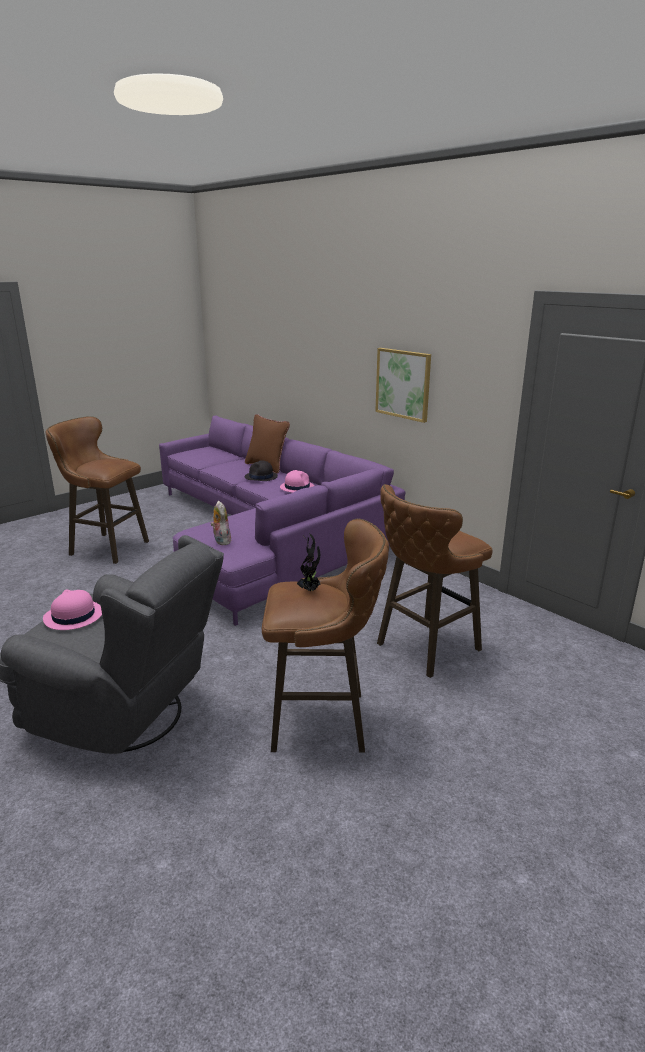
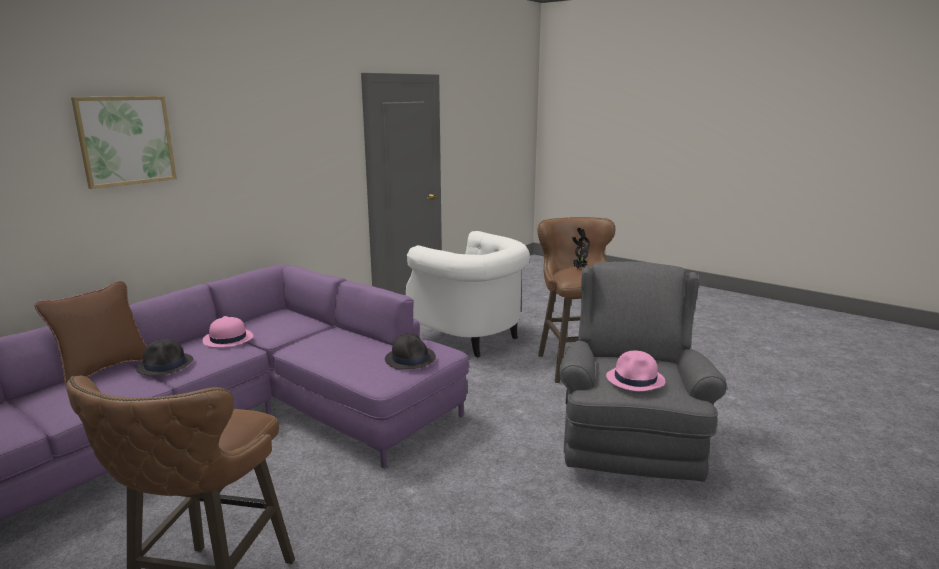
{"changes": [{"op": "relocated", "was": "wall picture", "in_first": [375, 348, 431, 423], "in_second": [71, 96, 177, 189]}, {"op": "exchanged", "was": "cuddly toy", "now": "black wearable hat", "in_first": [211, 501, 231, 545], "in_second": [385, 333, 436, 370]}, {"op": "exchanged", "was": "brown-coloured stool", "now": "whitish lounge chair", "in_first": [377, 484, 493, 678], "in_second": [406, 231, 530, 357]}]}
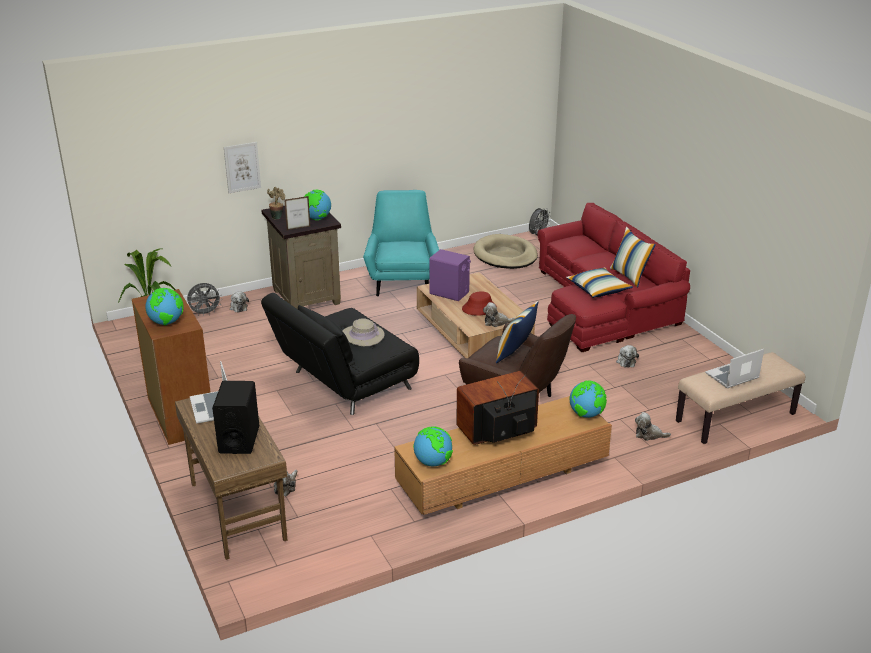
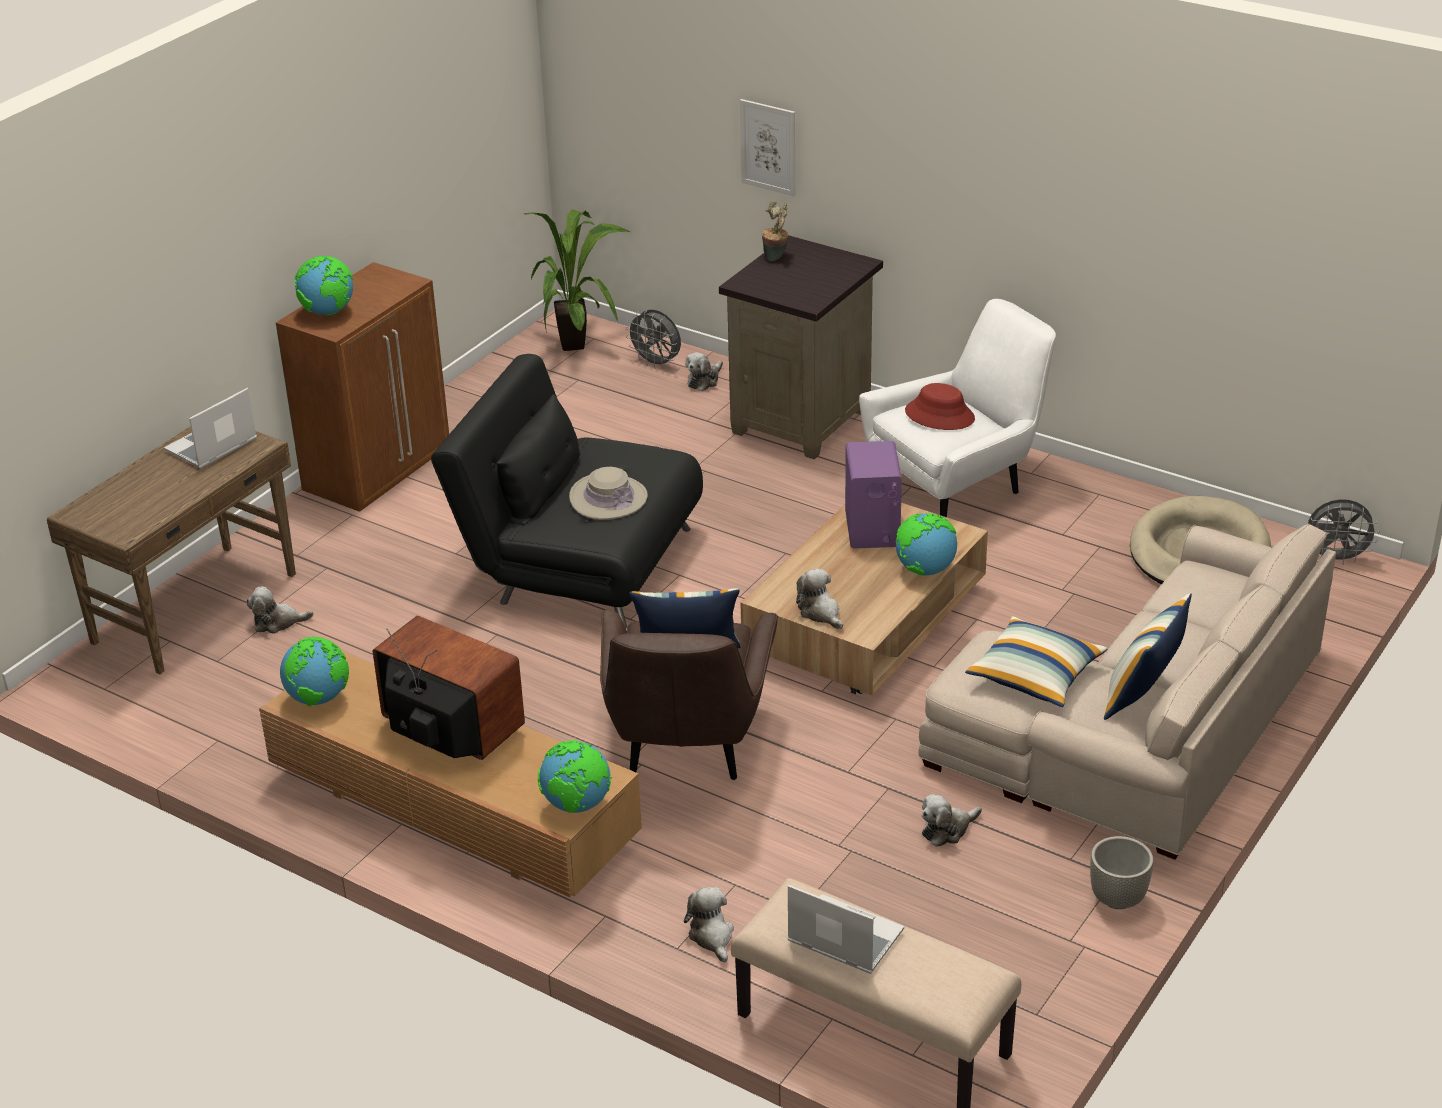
{"changes": [{"op": "colour", "was": "turquoise-coloured lounge chair", "now": "whitish lounge chair", "in_first": [363, 190, 439, 297], "in_second": [859, 299, 1056, 517]}, {"op": "relocated", "was": "globe", "in_first": [304, 190, 331, 220], "in_second": [896, 513, 957, 576]}, {"op": "relocated", "was": "reddish wearable hat", "in_first": [462, 291, 497, 316], "in_second": [905, 383, 975, 430]}, {"op": "colour", "was": "reddish settee", "now": "beige settee", "in_first": [538, 203, 690, 352], "in_second": [918, 524, 1336, 860]}, {"op": "appeared", "now": "gray plant pot", "in_second": [1090, 836, 1154, 909]}, {"op": "missing", "was": "black audio speaker", "in_first": [212, 381, 259, 454]}, {"op": "missing", "was": "picture frame", "in_first": [284, 196, 311, 230]}]}
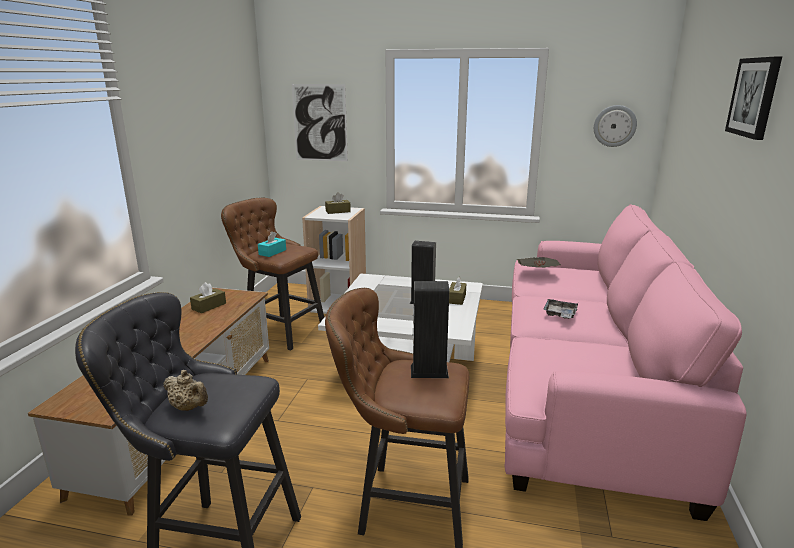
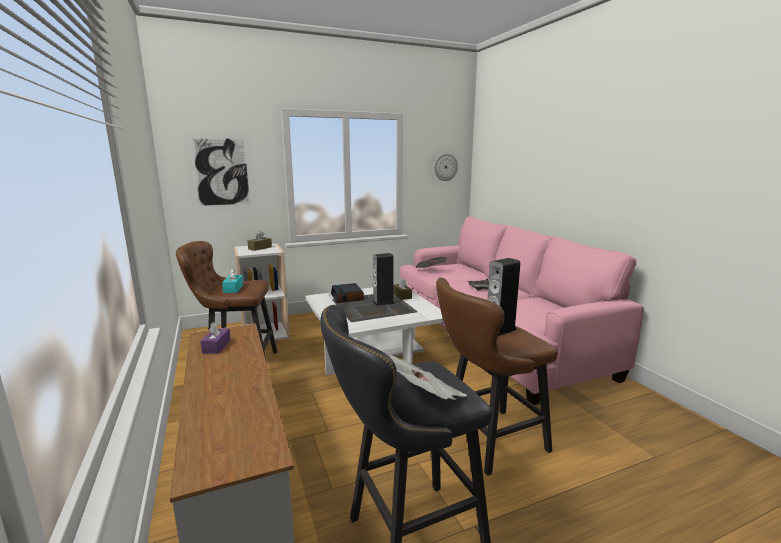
{"changes": [{"op": "colour", "was": "brown-coloured box of tissues", "now": "purple-coloured box of tissues", "in_first": [190, 282, 226, 313], "in_second": [200, 322, 231, 354]}, {"op": "appeared", "now": "alarm clock", "in_second": [331, 283, 364, 303]}, {"op": "exchanged", "was": "beige teapot", "now": "daily paper", "in_first": [163, 370, 208, 411], "in_second": [388, 355, 467, 400]}, {"op": "missing", "was": "wall picture", "in_first": [725, 57, 782, 140]}]}
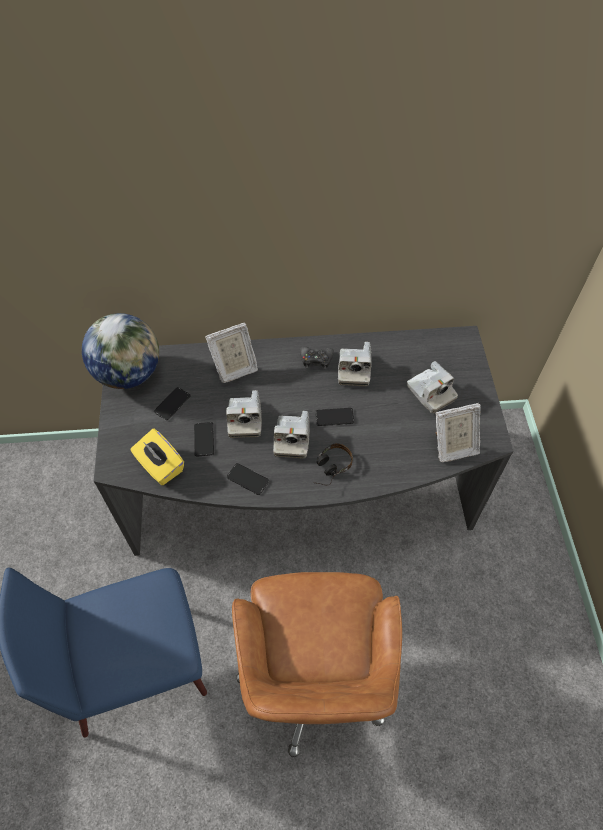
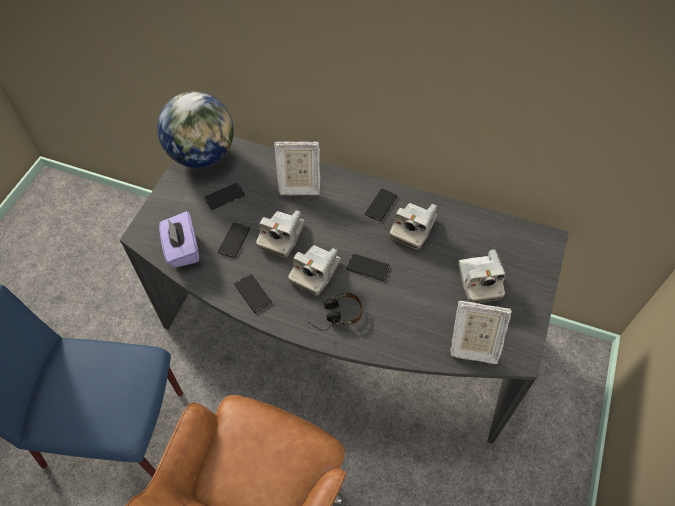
{"changes": [{"op": "colour", "was": "yellow-coloured box of tissues", "now": "purple-coloured box of tissues", "in_first": [131, 429, 184, 485], "in_second": [159, 211, 199, 268]}, {"op": "exchanged", "was": "black joypad", "now": "phone", "in_first": [300, 346, 334, 369], "in_second": [365, 189, 397, 221]}]}
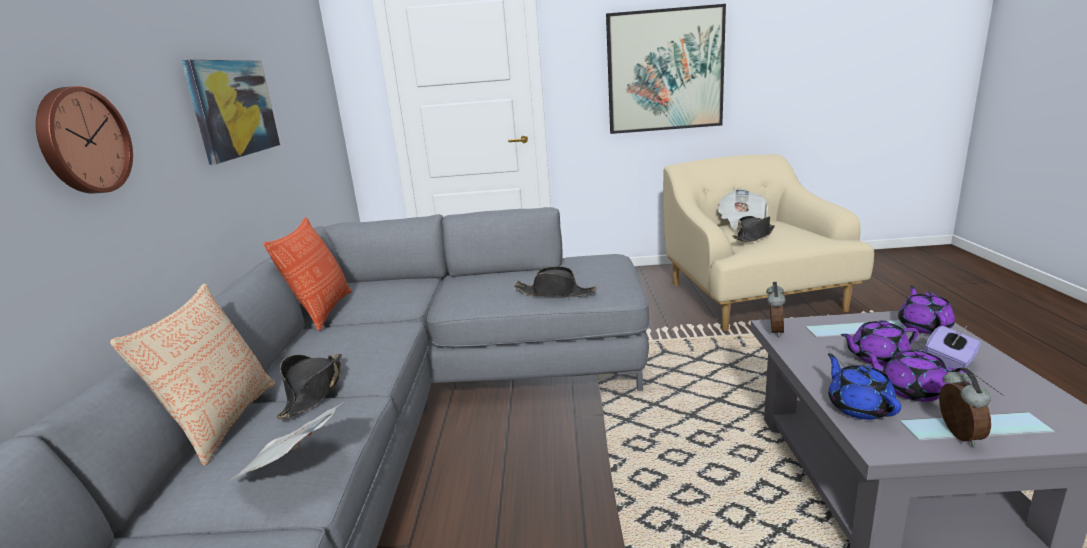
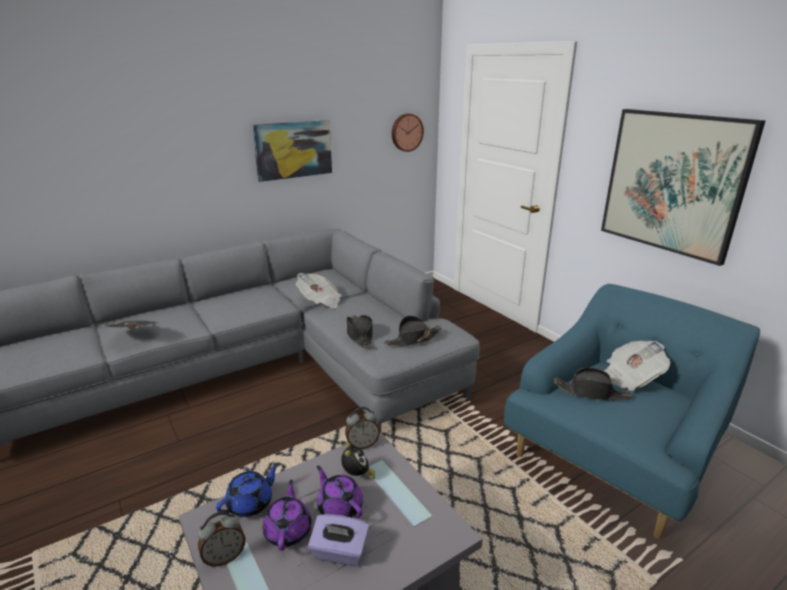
{"changes": [{"op": "appeared", "now": "daily paper", "in_second": [295, 273, 342, 308]}, {"op": "appeared", "now": "alarm clock", "in_second": [341, 443, 375, 479]}, {"op": "relocated", "was": "black wearable hat", "in_first": [276, 353, 342, 419], "in_second": [384, 316, 442, 346]}, {"op": "relocated", "was": "hanging clock", "in_first": [36, 86, 133, 193], "in_second": [392, 113, 424, 152]}, {"op": "colour", "was": "beige lounge chair", "now": "blue lounge chair", "in_first": [663, 154, 874, 331], "in_second": [504, 284, 760, 539]}, {"op": "missing", "was": "beige pillow", "in_first": [110, 284, 275, 466]}, {"op": "missing", "was": "orangey pillow", "in_first": [264, 217, 352, 331]}, {"op": "missing", "was": "purple-coloured teapot", "in_first": [898, 286, 955, 334]}]}
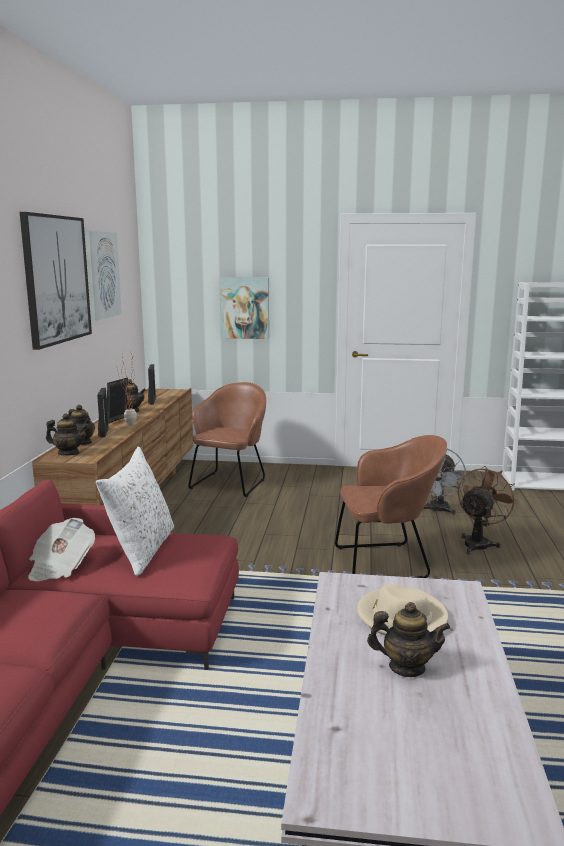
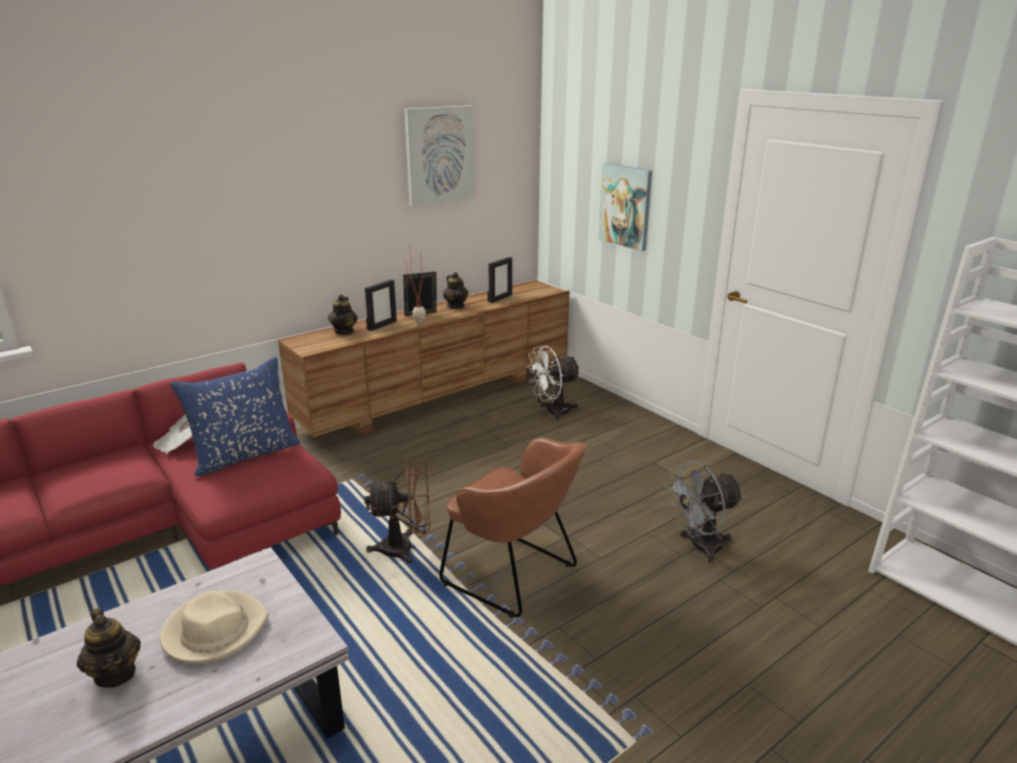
{"changes": [{"op": "colour", "was": "whitish pillow", "now": "blue pillow", "in_first": [96, 446, 174, 576], "in_second": [170, 357, 301, 476]}, {"op": "relocated", "was": "brown-coloured cooling fan", "in_first": [458, 466, 517, 554], "in_second": [364, 459, 430, 564]}, {"op": "exchanged", "was": "brown-coloured lounge chair", "now": "whitish cooling fan", "in_first": [188, 382, 266, 497], "in_second": [526, 346, 581, 421]}, {"op": "missing", "was": "wall picture", "in_first": [20, 212, 92, 350]}, {"op": "missing", "was": "teapot", "in_first": [46, 413, 88, 456]}]}
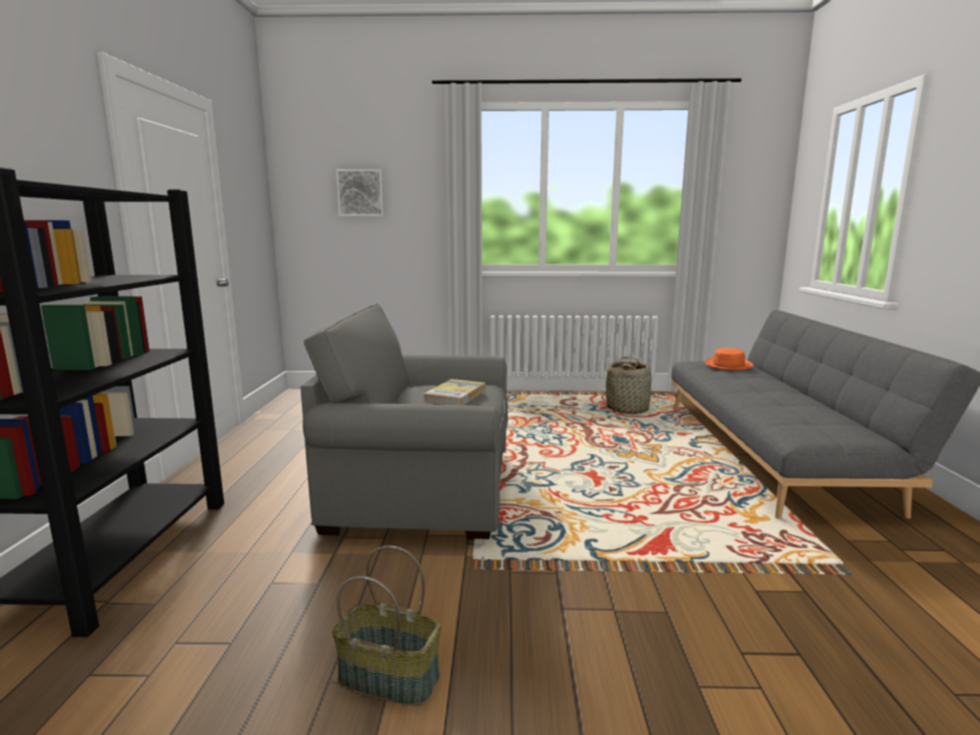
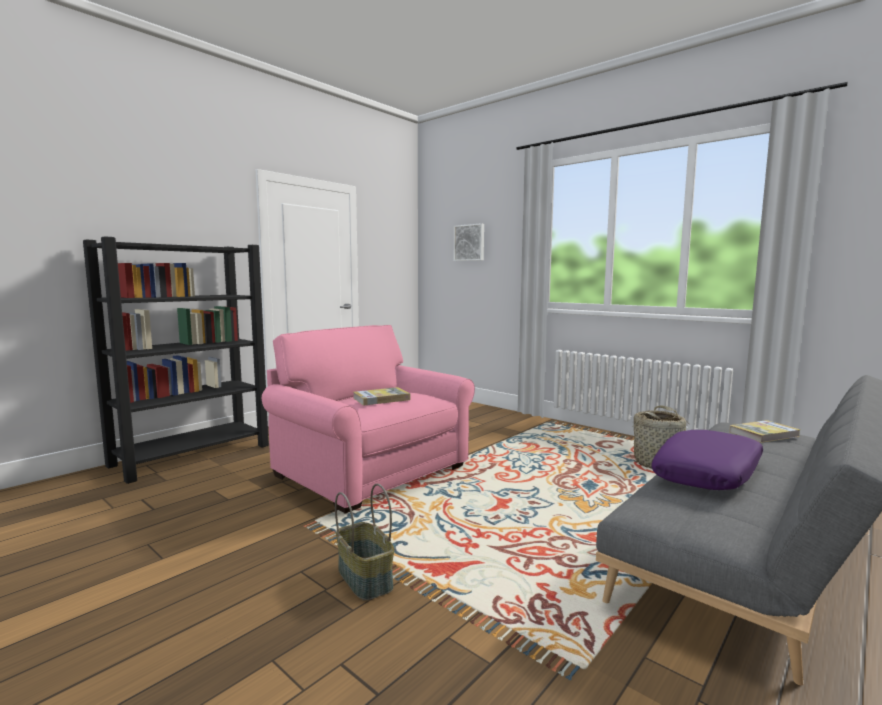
{"changes": [{"op": "colour", "was": "gray lounge chair", "now": "pink-coloured lounge chair", "in_first": [301, 304, 508, 540], "in_second": [262, 325, 475, 514]}, {"op": "relocated", "was": "household basket", "in_first": [332, 546, 441, 706], "in_second": [335, 484, 394, 601]}, {"op": "appeared", "now": "purple-coloured pillow", "in_second": [651, 430, 763, 490]}, {"op": "exchanged", "was": "orangey wearable hat", "now": "bound book", "in_first": [705, 348, 753, 370], "in_second": [729, 420, 800, 443]}]}
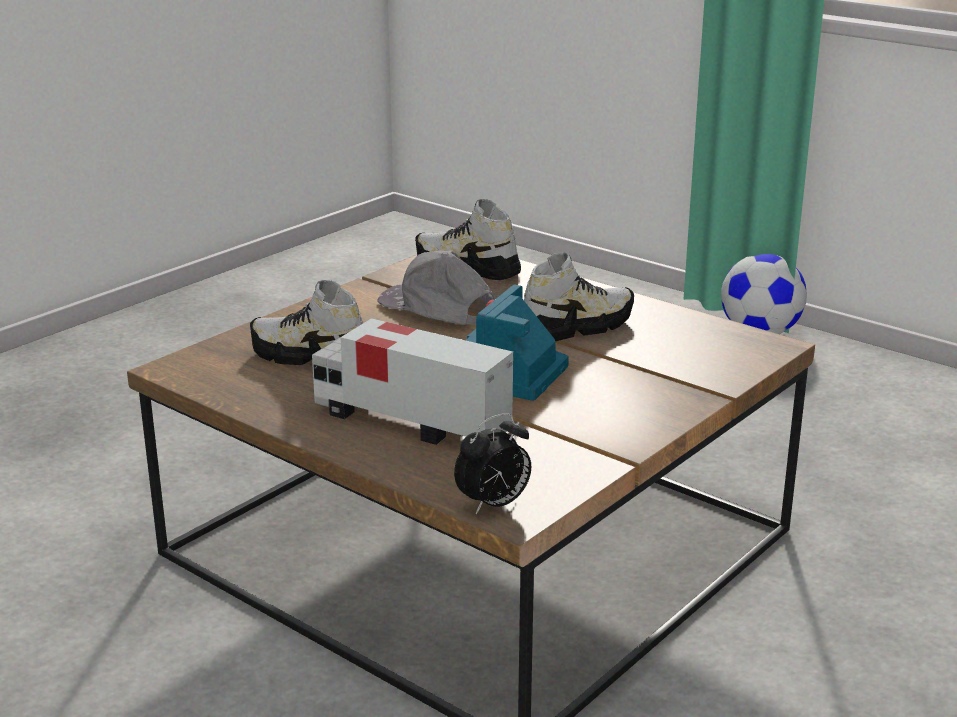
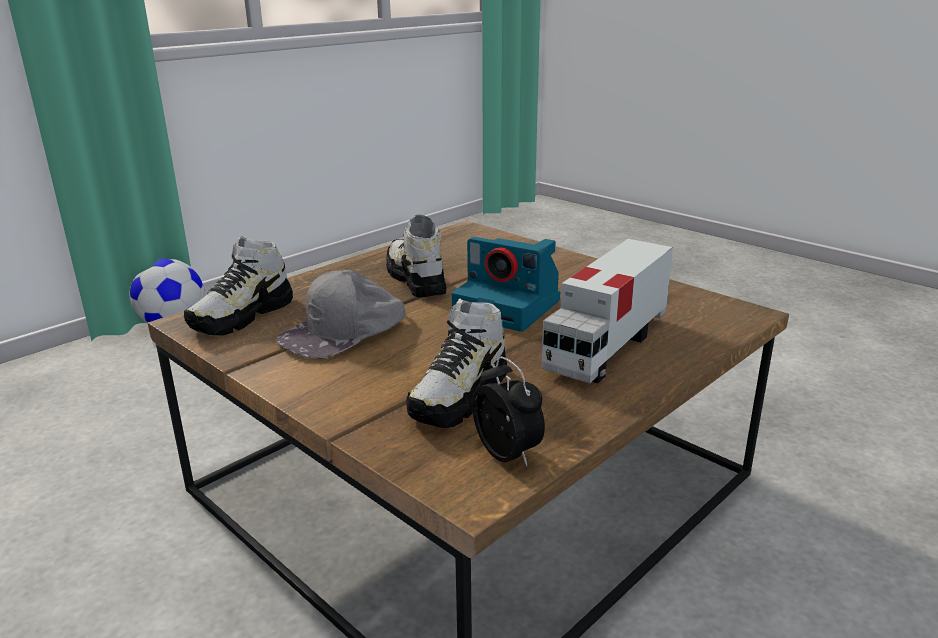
{"changes": [{"op": "relocated", "was": "alarm clock", "in_first": [454, 413, 531, 514], "in_second": [472, 356, 545, 466]}]}
